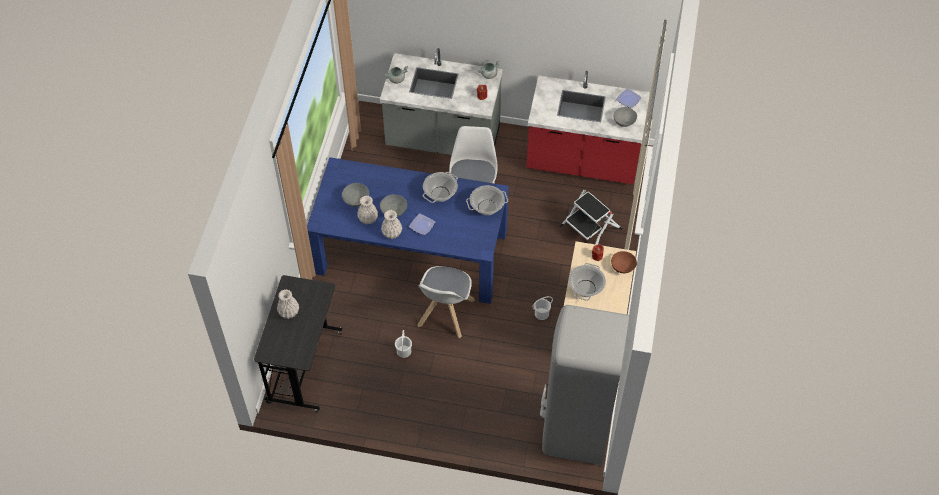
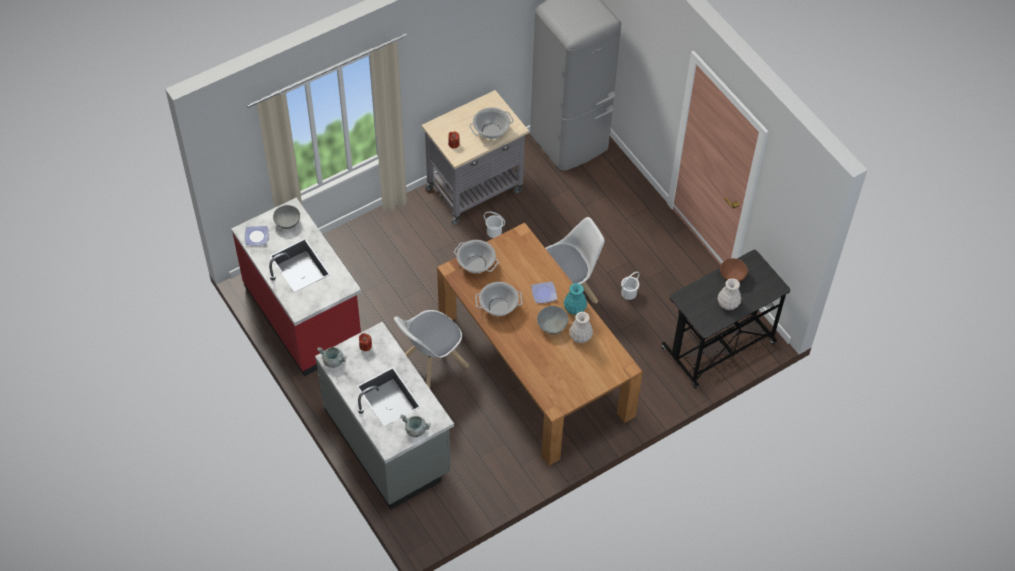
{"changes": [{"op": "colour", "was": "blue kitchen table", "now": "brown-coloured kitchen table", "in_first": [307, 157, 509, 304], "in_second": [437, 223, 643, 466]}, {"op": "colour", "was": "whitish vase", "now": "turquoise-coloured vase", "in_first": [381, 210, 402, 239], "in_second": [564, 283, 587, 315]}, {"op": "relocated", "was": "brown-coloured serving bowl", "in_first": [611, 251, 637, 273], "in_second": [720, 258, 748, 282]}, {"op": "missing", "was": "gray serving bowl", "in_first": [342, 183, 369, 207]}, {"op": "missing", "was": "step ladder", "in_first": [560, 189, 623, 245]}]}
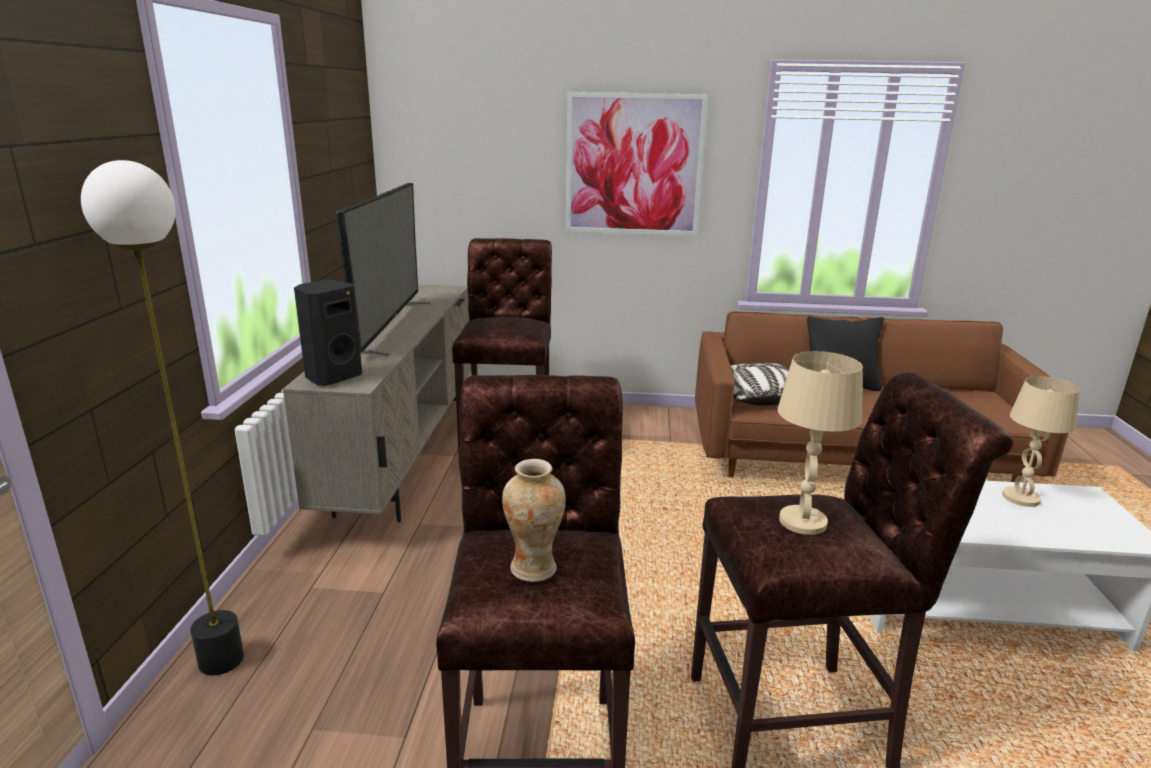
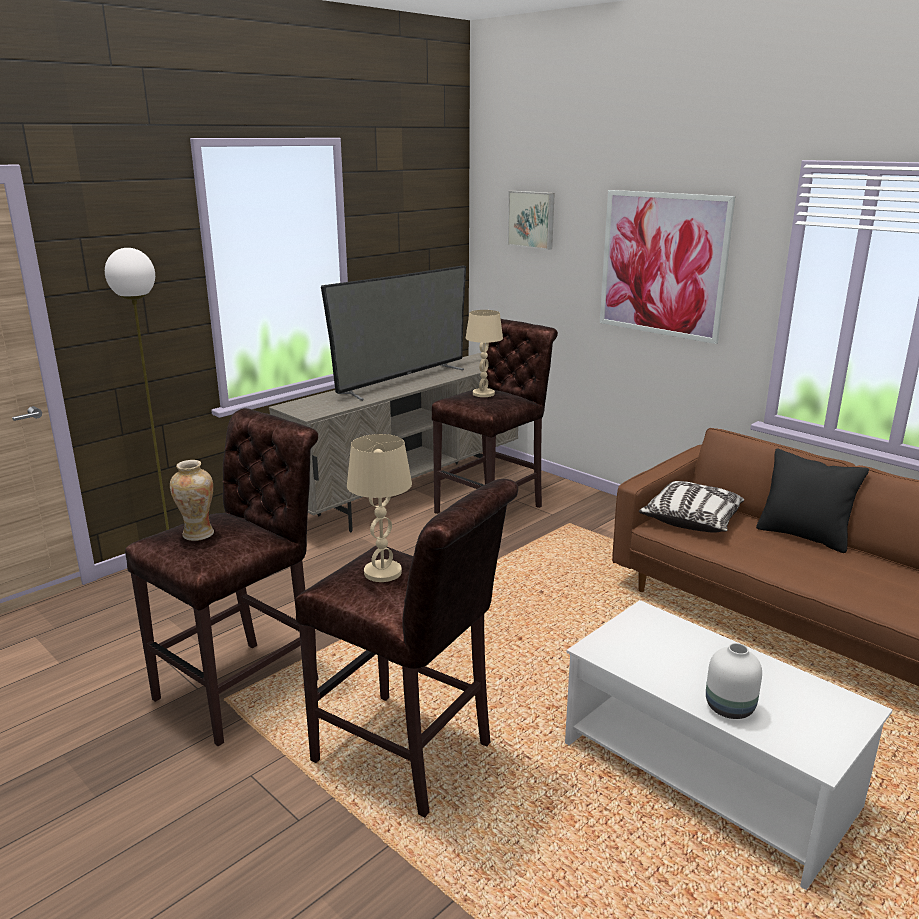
{"changes": [{"op": "relocated", "was": "beige tabletop lamp", "in_first": [1002, 376, 1080, 507], "in_second": [466, 310, 503, 397]}, {"op": "appeared", "now": "wall picture", "in_second": [507, 191, 555, 250]}, {"op": "appeared", "now": "whitish vase", "in_second": [706, 643, 762, 719]}, {"op": "missing", "was": "black audio speaker", "in_first": [294, 280, 362, 386]}]}
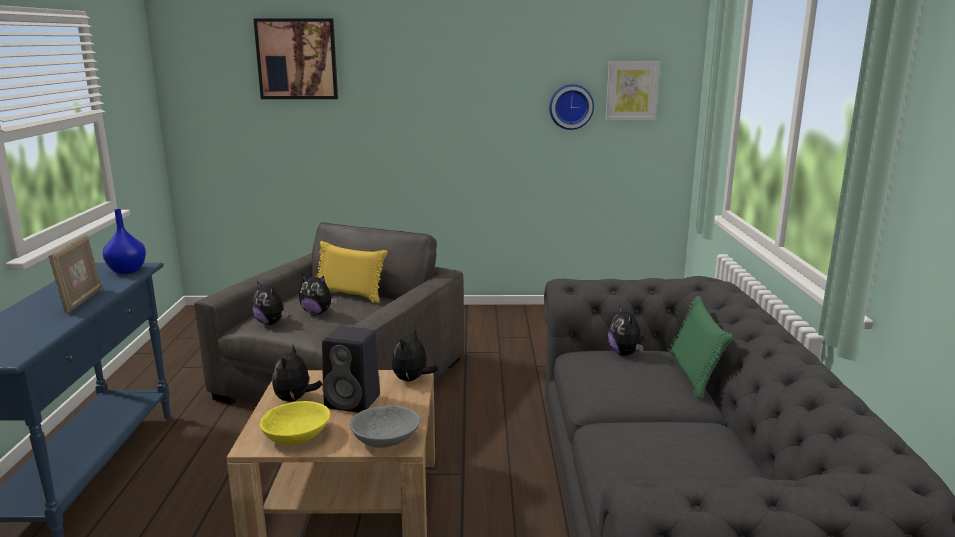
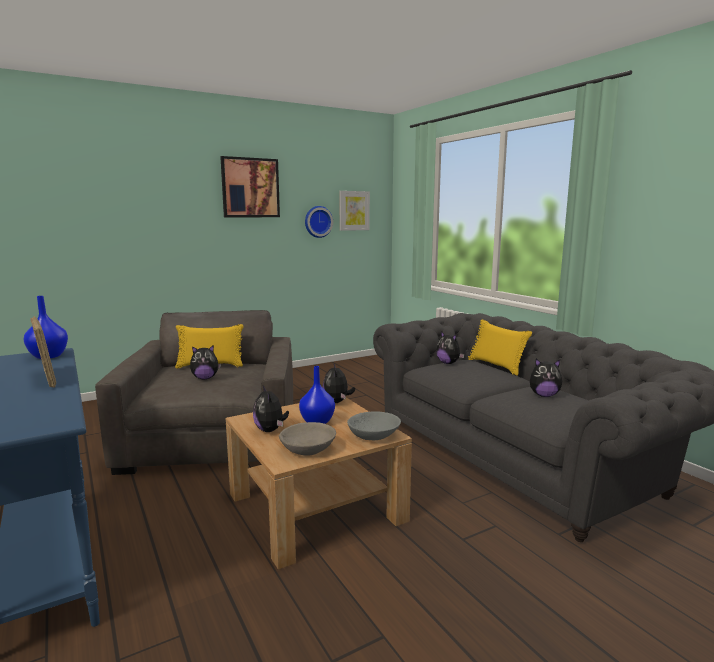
{"changes": [{"op": "relocated", "was": "wall picture", "in_first": [253, 18, 338, 99], "in_second": [220, 156, 280, 217]}, {"op": "colour", "was": "yellow-coloured serving bowl", "now": "gray serving bowl", "in_first": [260, 401, 331, 445], "in_second": [279, 422, 336, 456]}, {"op": "exchanged", "was": "black audio speaker", "now": "blue vase", "in_first": [322, 326, 380, 413], "in_second": [299, 366, 335, 424]}, {"op": "colour", "was": "green-coloured pillow", "now": "yellow-coloured pillow", "in_first": [667, 296, 733, 399], "in_second": [468, 319, 532, 376]}, {"op": "relocated", "was": "cuddly toy", "in_first": [252, 282, 288, 325], "in_second": [530, 359, 562, 397]}]}
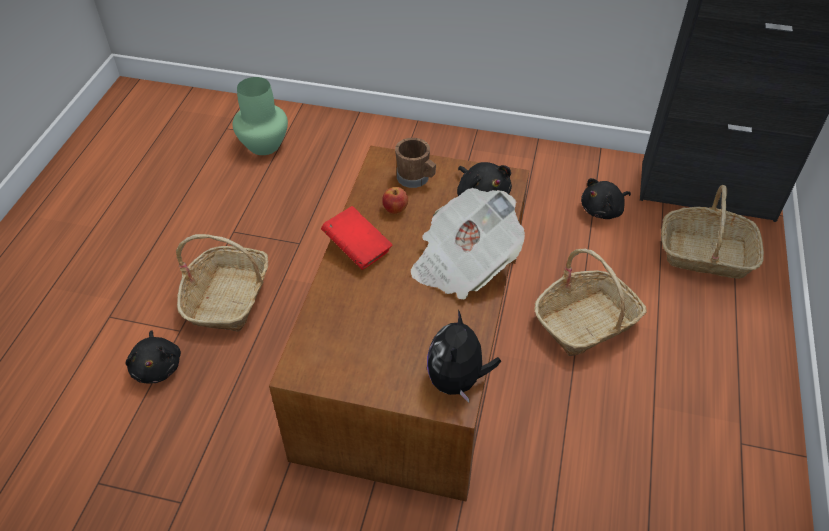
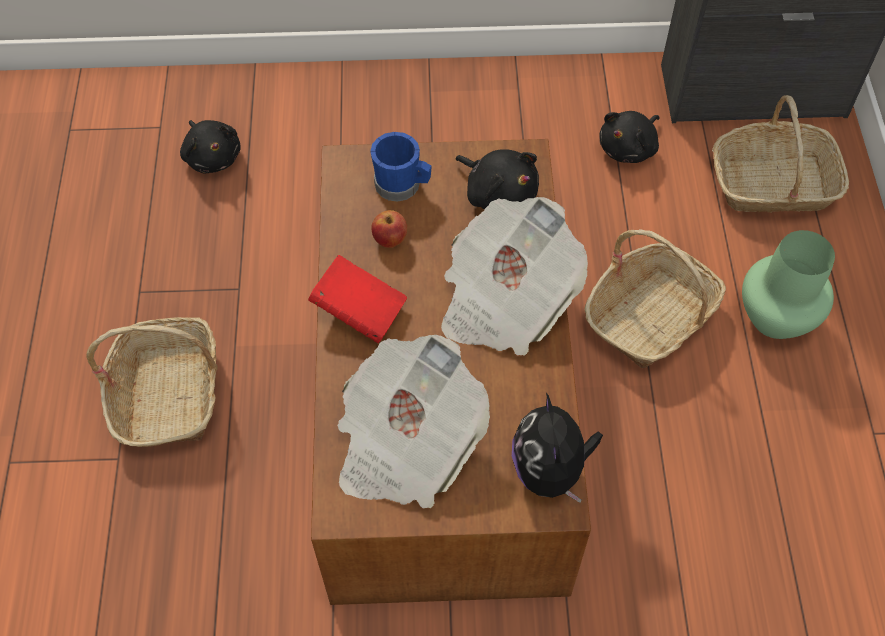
{"changes": [{"op": "relocated", "was": "black cuddly toy", "in_first": [126, 331, 181, 384], "in_second": [180, 120, 241, 174]}, {"op": "appeared", "now": "daily paper", "in_second": [337, 335, 490, 508]}, {"op": "colour", "was": "brown-coloured mug", "now": "blue mug", "in_first": [395, 138, 436, 188], "in_second": [371, 132, 432, 202]}, {"op": "relocated", "was": "green-coloured vase", "in_first": [233, 77, 288, 155], "in_second": [742, 230, 835, 339]}]}
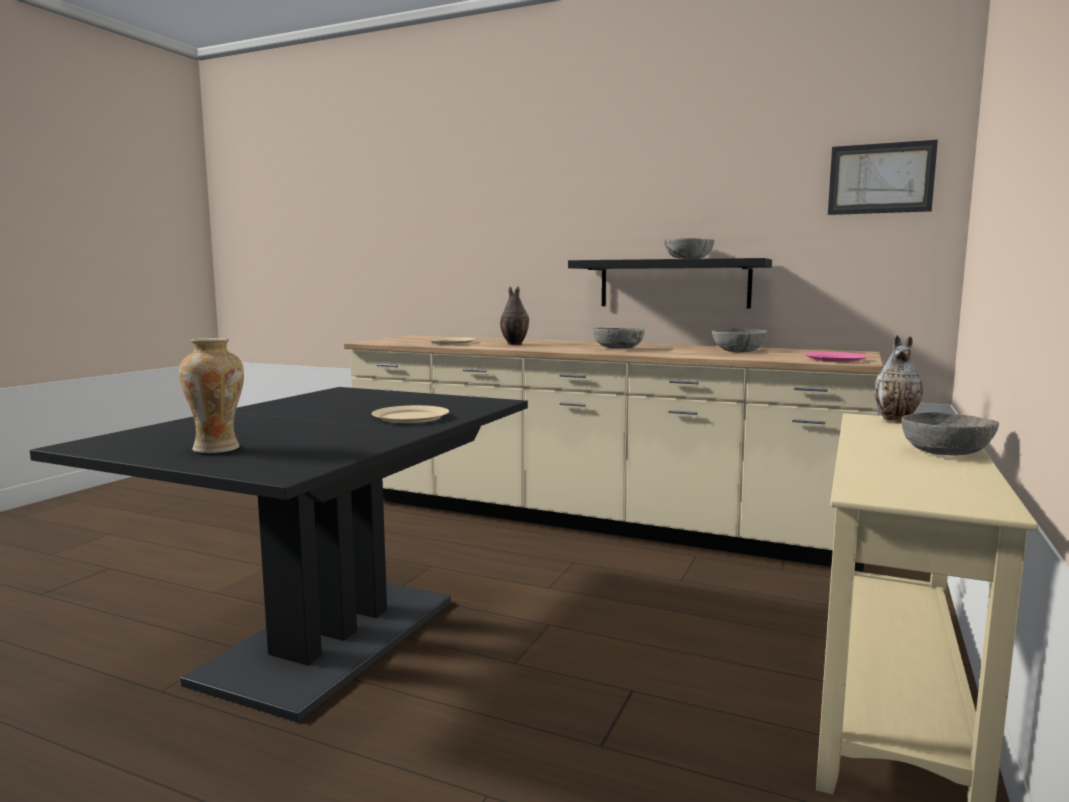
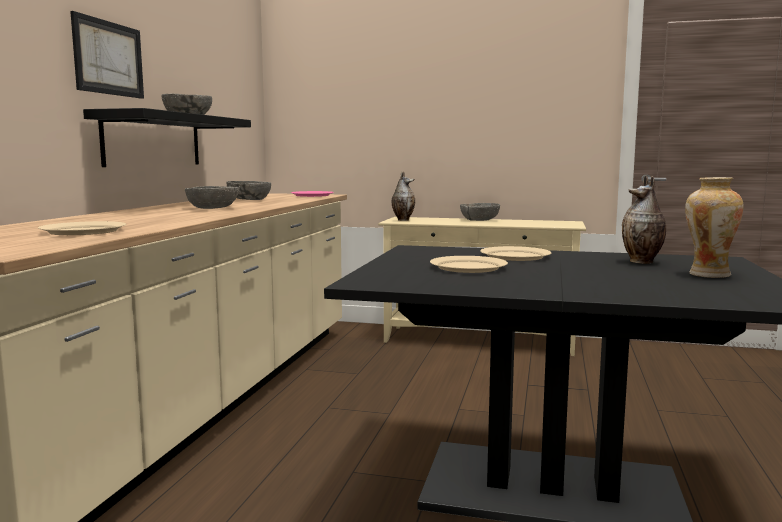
{"changes": [{"op": "relocated", "was": "wall picture", "in_first": [828, 140, 938, 215], "in_second": [70, 11, 144, 99]}, {"op": "appeared", "now": "beige flat dish", "in_second": [430, 256, 508, 273]}, {"op": "relocated", "was": "vase", "in_first": [500, 286, 529, 345], "in_second": [622, 175, 666, 264]}]}
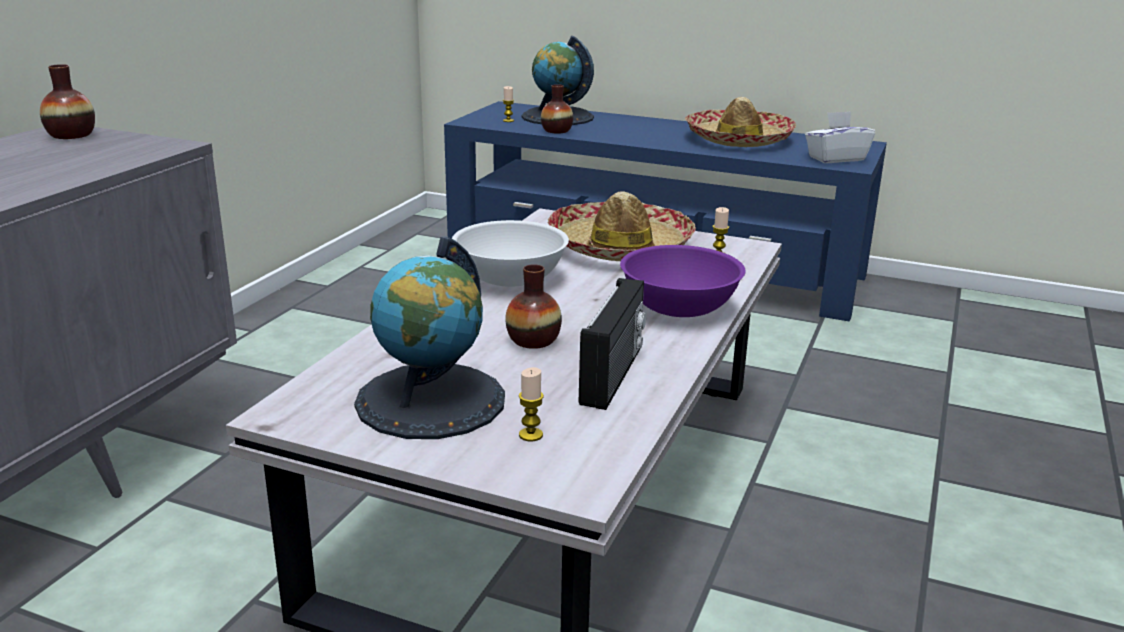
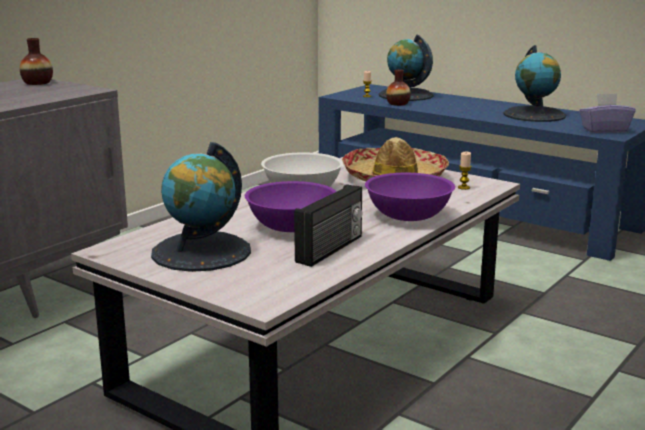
{"changes": [{"op": "exchanged", "was": "vase", "now": "purple-coloured serving bowl", "in_first": [505, 264, 562, 349], "in_second": [245, 181, 337, 232]}, {"op": "exchanged", "was": "wearable hat", "now": "globe", "in_first": [685, 97, 796, 147], "in_second": [503, 45, 566, 122]}, {"op": "colour", "was": "whitish box of tissues", "now": "purple-coloured box of tissues", "in_first": [805, 111, 875, 163], "in_second": [580, 93, 635, 133]}, {"op": "missing", "was": "wax candle", "in_first": [519, 367, 544, 442]}]}
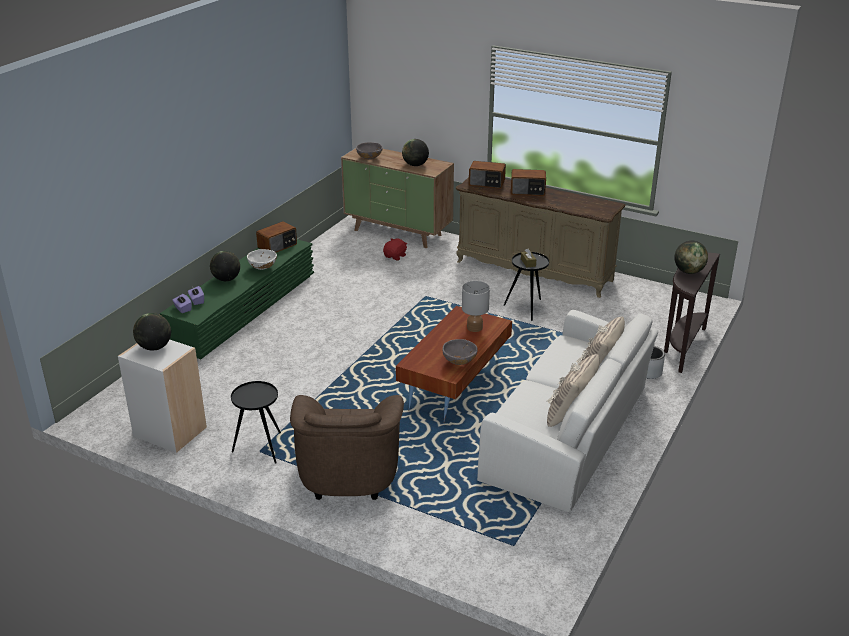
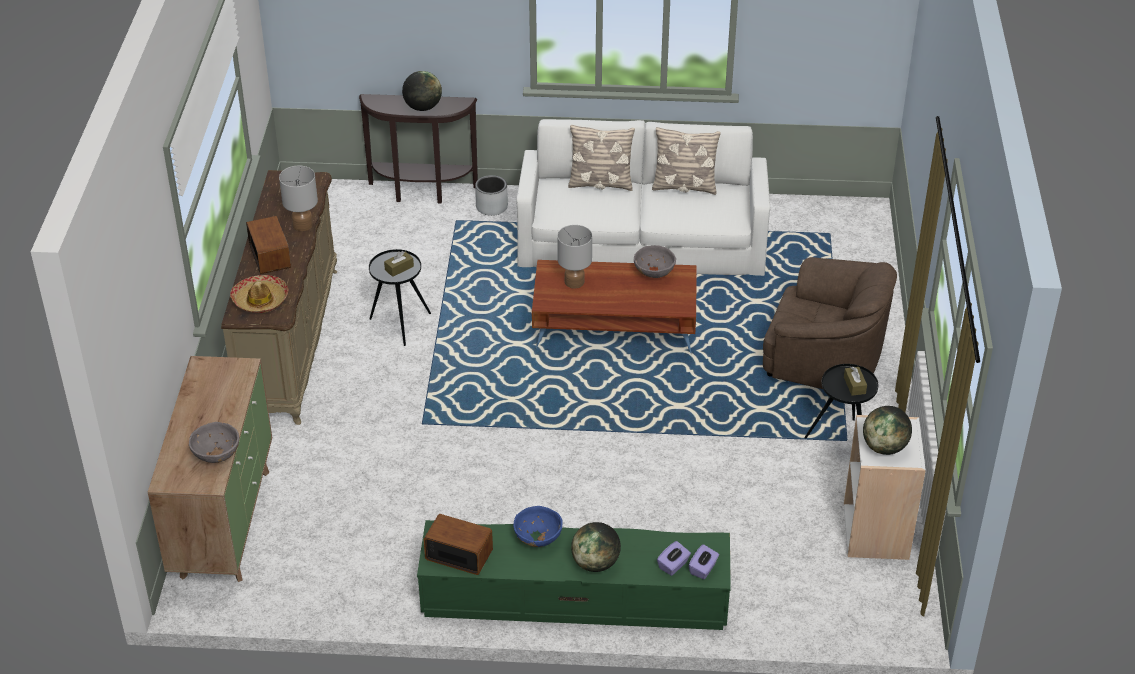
{"changes": [{"op": "exchanged", "was": "radio receiver", "now": "wearable hat", "in_first": [469, 161, 506, 189], "in_second": [230, 275, 288, 313]}, {"op": "appeared", "now": "gray tabletop lamp", "in_second": [279, 166, 318, 231]}, {"op": "colour", "was": "whitish serving bowl", "now": "blue serving bowl", "in_first": [247, 249, 277, 270], "in_second": [513, 506, 563, 547]}, {"op": "spun", "was": "brown-coloured lounge chair", "in_first": [290, 395, 404, 500], "in_second": [763, 257, 897, 389], "clockwise": 45}, {"op": "appeared", "now": "brown-coloured box of tissues", "in_second": [844, 367, 867, 396]}, {"op": "missing", "was": "reddish cuddly toy", "in_first": [383, 238, 407, 261]}, {"op": "missing", "was": "globe", "in_first": [402, 139, 429, 166]}]}
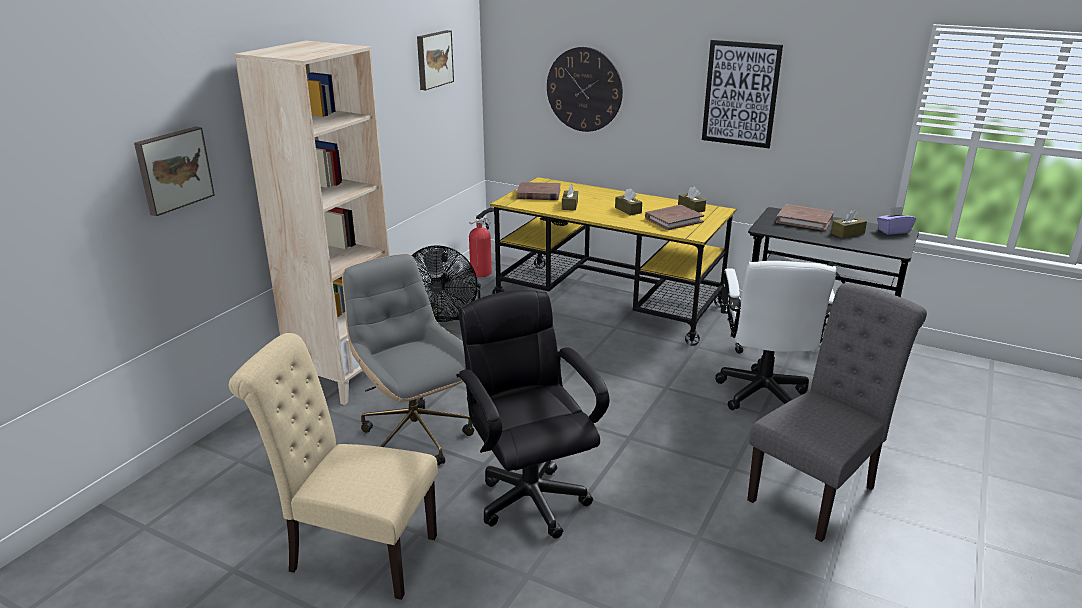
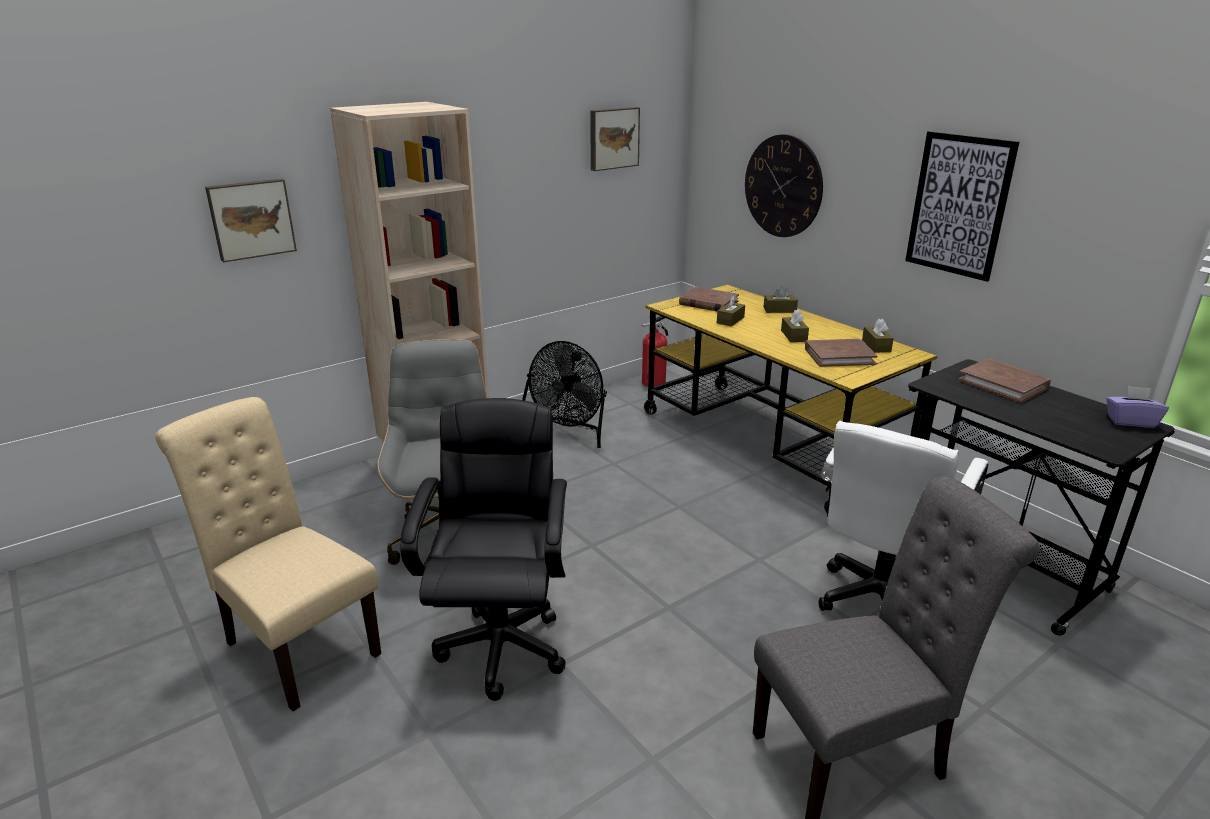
{"changes": [{"op": "relocated", "was": "brown-coloured box of tissues", "in_first": [831, 209, 867, 238], "in_second": [763, 286, 798, 313]}]}
